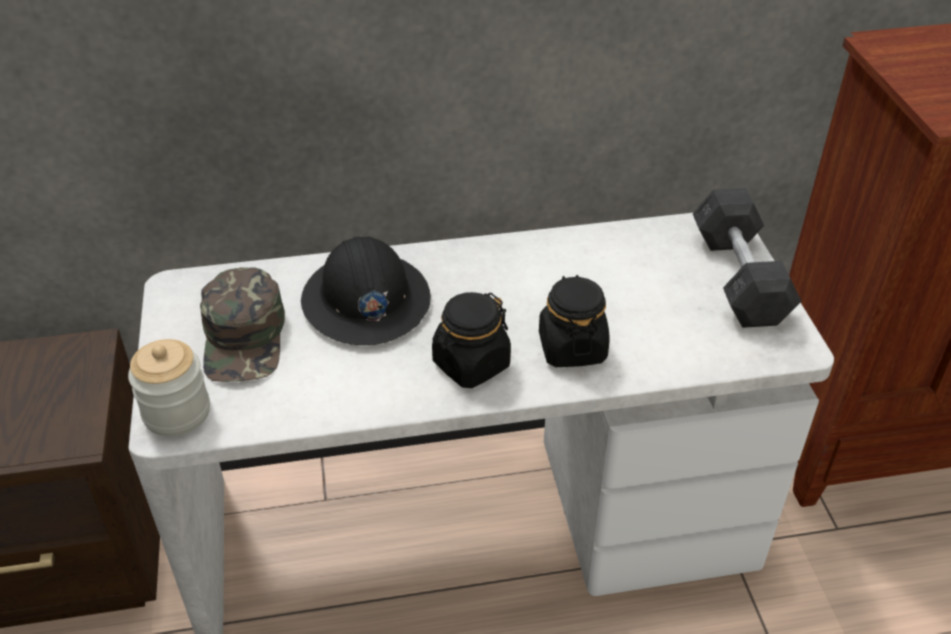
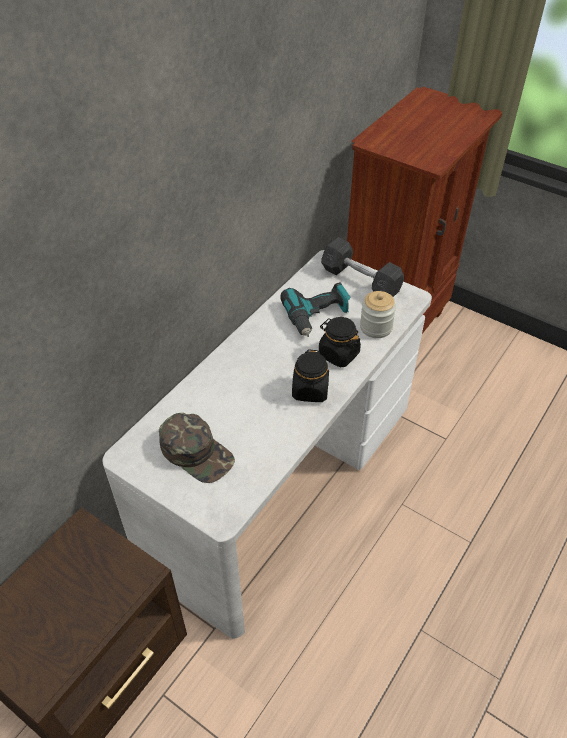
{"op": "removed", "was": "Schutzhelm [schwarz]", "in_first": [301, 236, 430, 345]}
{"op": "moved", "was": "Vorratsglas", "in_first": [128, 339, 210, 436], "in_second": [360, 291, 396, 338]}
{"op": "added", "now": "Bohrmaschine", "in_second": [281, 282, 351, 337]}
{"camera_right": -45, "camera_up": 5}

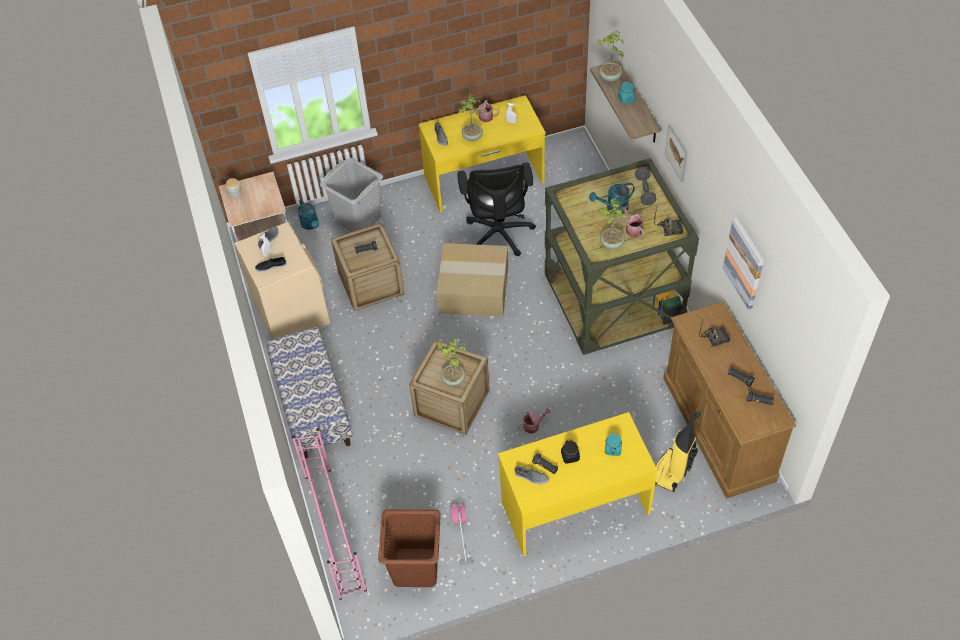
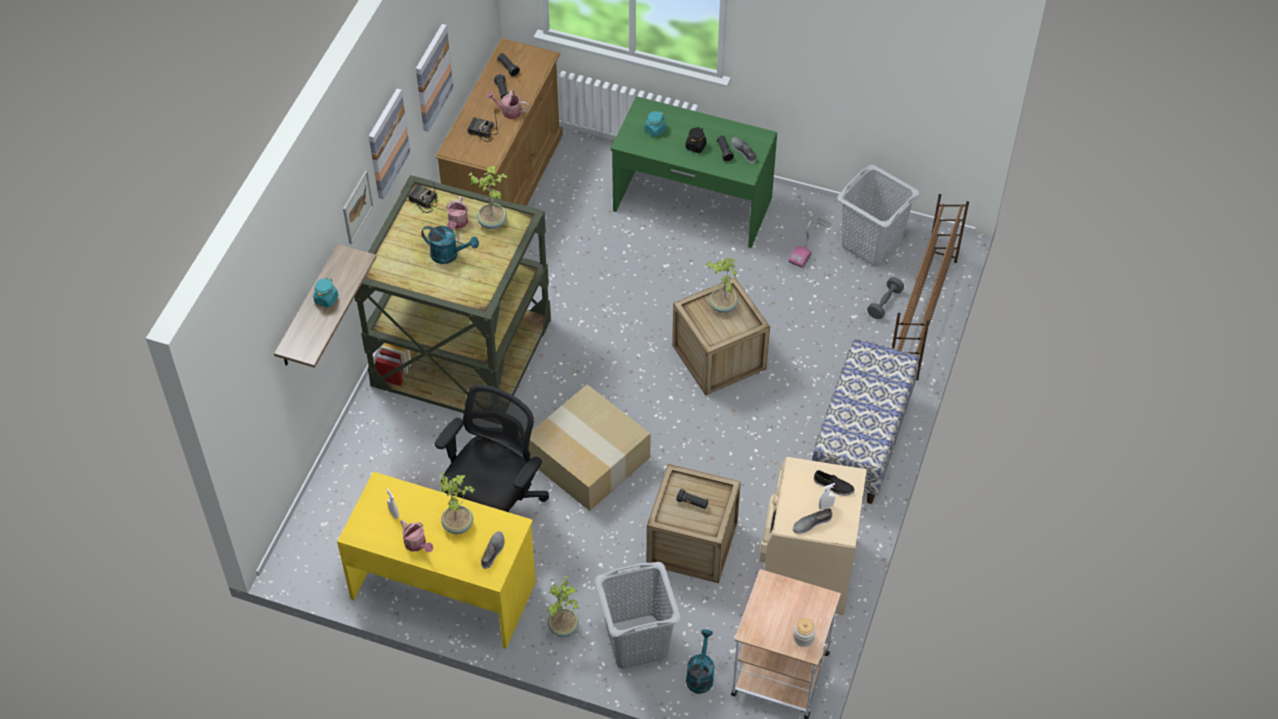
{"op": "moved", "was": "Topfpflanze", "in_first": [596, 30, 624, 82], "in_second": [547, 576, 579, 637]}
{"op": "moved", "was": "Hantel [grau]", "in_first": [635, 167, 656, 205], "in_second": [867, 277, 904, 319]}
{"op": "moved", "was": "Gießkanne", "in_first": [517, 408, 551, 434], "in_second": [486, 90, 529, 119]}
{"op": "recoloured", "was": "Schreibtisch [gelb]", "now": "Schreibtisch [grün]", "in_first": [498, 412, 657, 556], "in_second": [611, 96, 777, 248]}
{"op": "removed", "was": "Staubsauger", "in_first": [655, 412, 701, 492]}
{"op": "recoloured", "was": "Schuhregal [rosa]", "now": "Schuhregal [braun]", "in_first": [292, 428, 367, 600], "in_second": [892, 194, 969, 380]}
{"op": "recoloured", "was": "Wäschekorb [braun]", "now": "Wäschekorb [grau]", "in_first": [378, 509, 441, 587], "in_second": [837, 164, 920, 267]}
{"op": "added", "now": "Bild", "in_second": [369, 89, 410, 199]}
{"camera_right": -145, "camera_up": 0}

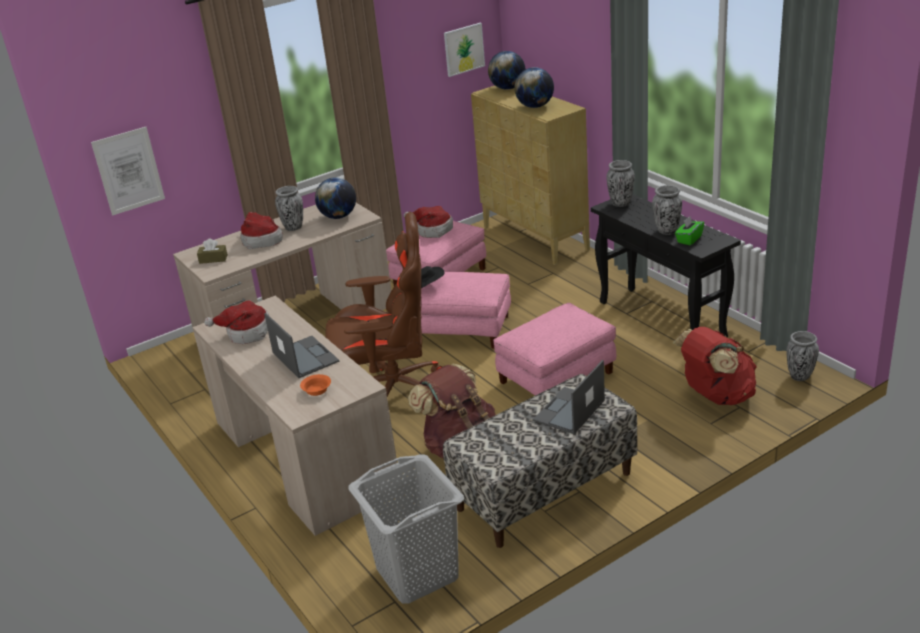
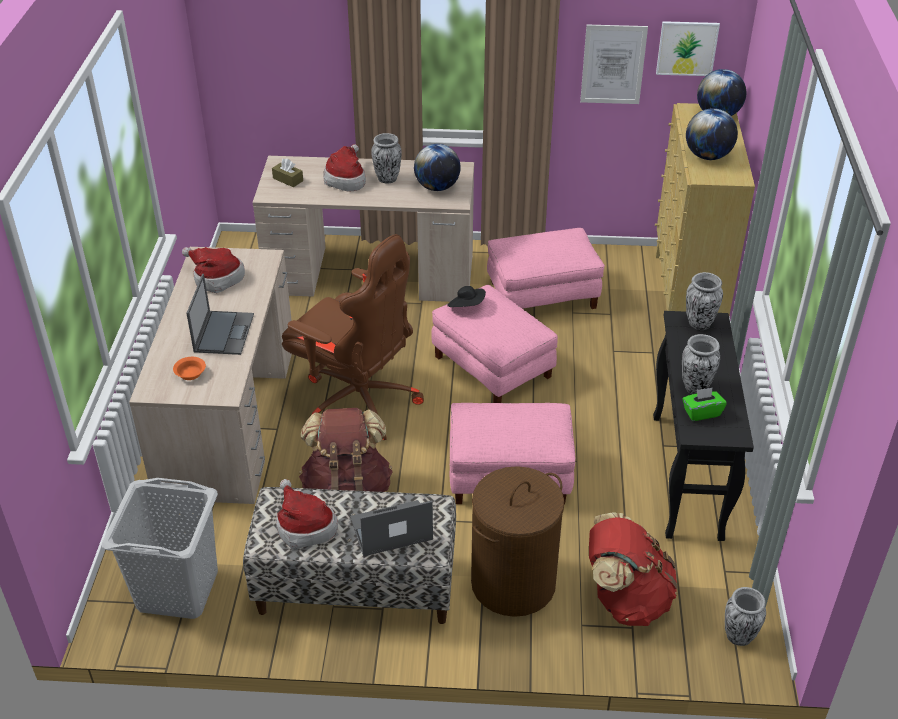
{"op": "moved", "was": "Bild", "in_first": [91, 127, 165, 216], "in_second": [580, 25, 648, 104]}
{"op": "moved", "was": "Hut", "in_first": [404, 206, 453, 238], "in_second": [277, 479, 338, 549]}
{"op": "added", "now": "Wäschekorb [braun]", "in_second": [471, 466, 565, 617]}
{"camera_right": 35, "camera_up": 10}

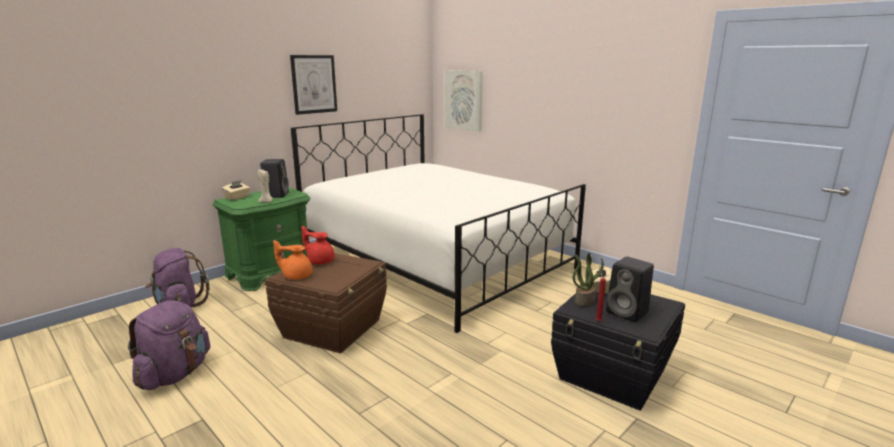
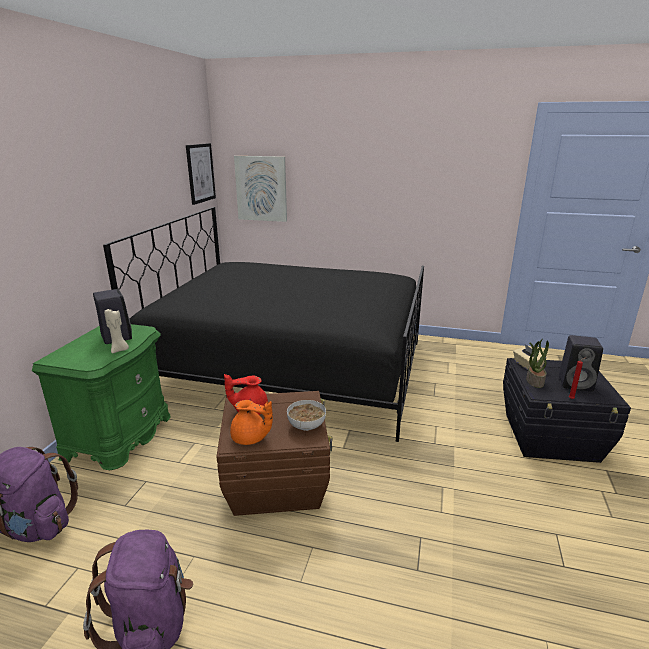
{"op": "moved", "was": "Bild", "in_first": [290, 55, 337, 115], "in_second": [186, 143, 216, 205]}
{"op": "recoloured", "was": "Bett [weiß]", "now": "Bett [schwarz]", "in_first": [291, 114, 586, 333], "in_second": [103, 207, 424, 442]}
{"op": "removed", "was": "Taschentuchbox [beige]", "in_first": [222, 180, 250, 200]}
{"op": "turned", "was": "Teekanne [orange]", "in_first": [273, 240, 312, 280], "in_second": [230, 400, 273, 445], "clockwise": -135}
{"op": "added", "now": "Schüssel", "in_second": [287, 400, 326, 431]}
{"camera_right": -30, "camera_up": 5}

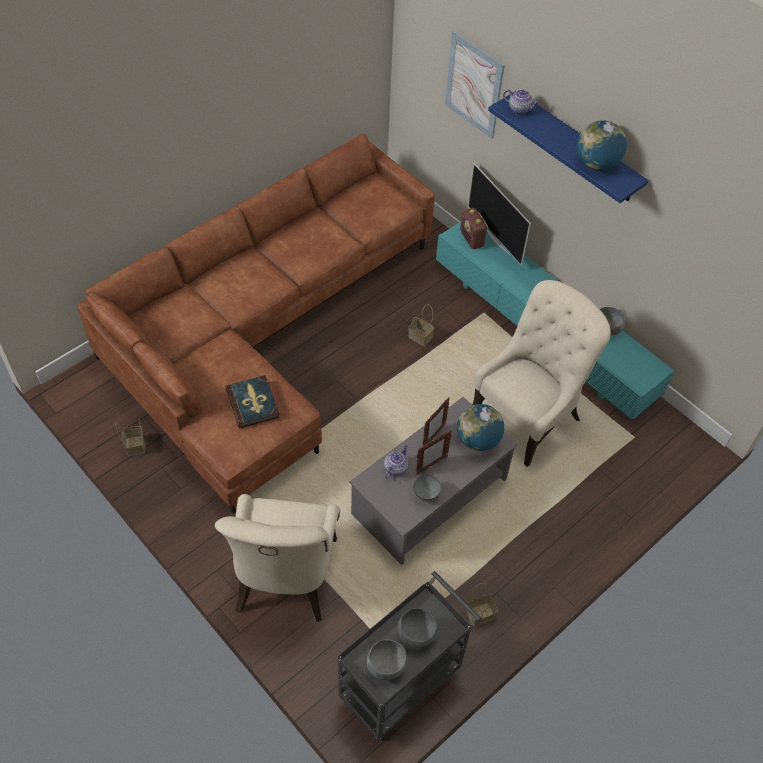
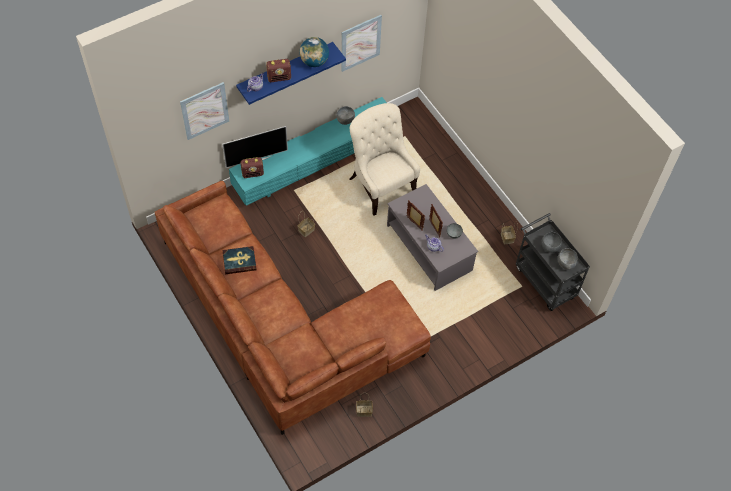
{"op": "moved", "was": "Buch", "in_first": [226, 375, 280, 428], "in_second": [222, 246, 257, 274]}
{"op": "removed", "was": "Globus", "in_first": [457, 404, 504, 451]}
{"op": "removed", "was": "Sessel [beige]", "in_first": [215, 494, 340, 622]}
{"op": "added", "now": "Bild", "in_second": [341, 15, 382, 72]}
{"op": "added", "now": "Radio", "in_second": [266, 59, 291, 82]}
{"camera_right": -80, "camera_up": 5}

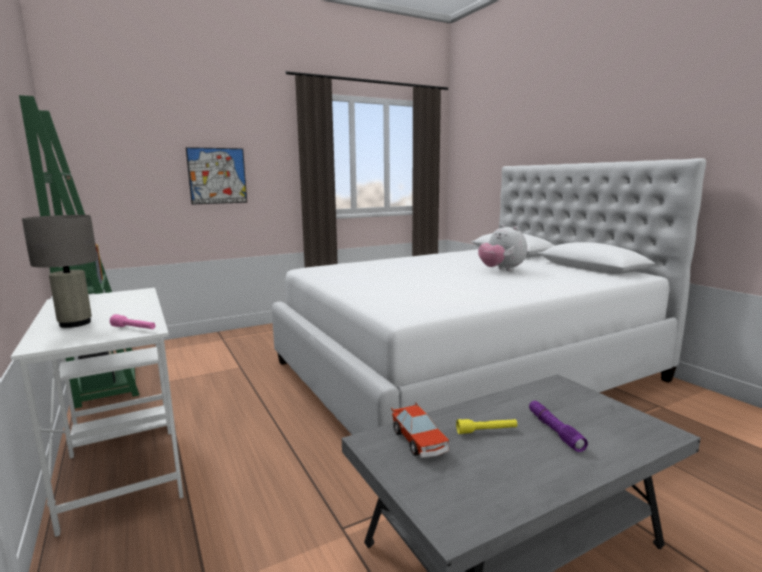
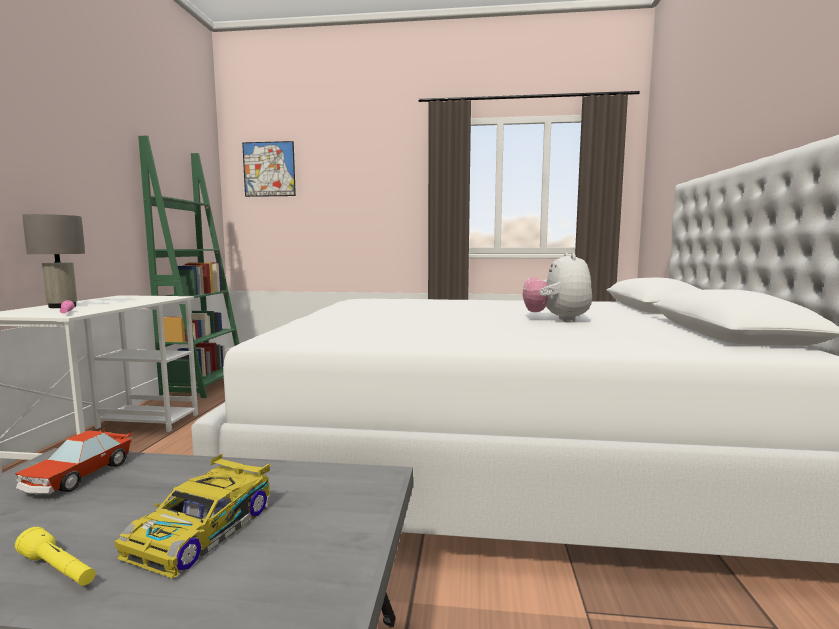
{"op": "moved", "was": "Bild", "in_first": [186, 147, 247, 204], "in_second": [242, 141, 296, 197]}
{"op": "replaced", "was": "Taschenlampe [lila]", "now": "Spielzeugauto", "in_first": [529, 401, 588, 452], "in_second": [114, 454, 271, 578]}
{"op": "moved", "was": "Taschenlampe [gelb]", "in_first": [456, 419, 517, 434], "in_second": [15, 527, 96, 586]}
{"camera_right": 35, "camera_up": -5}

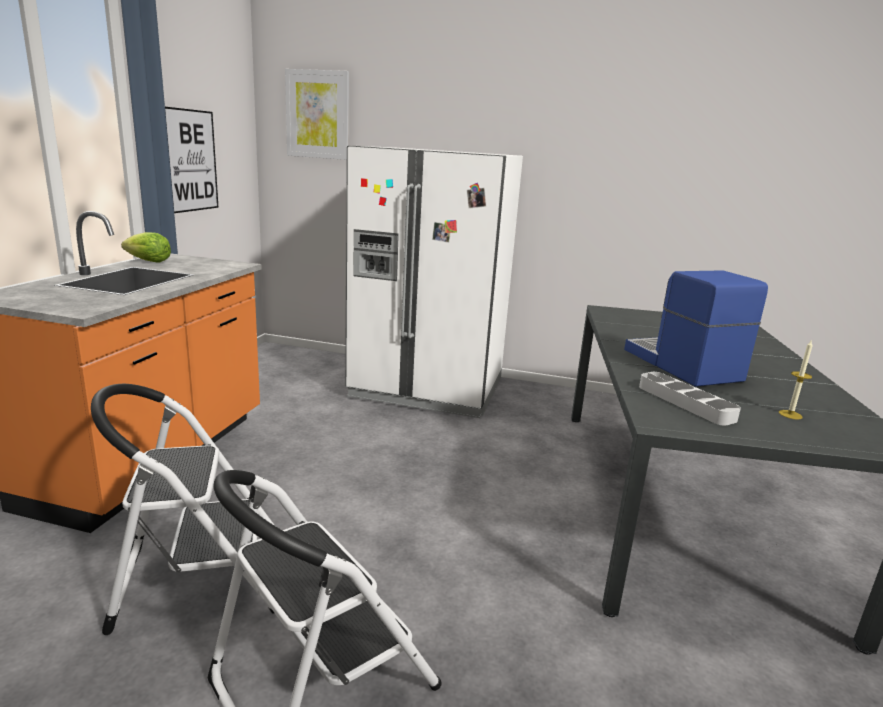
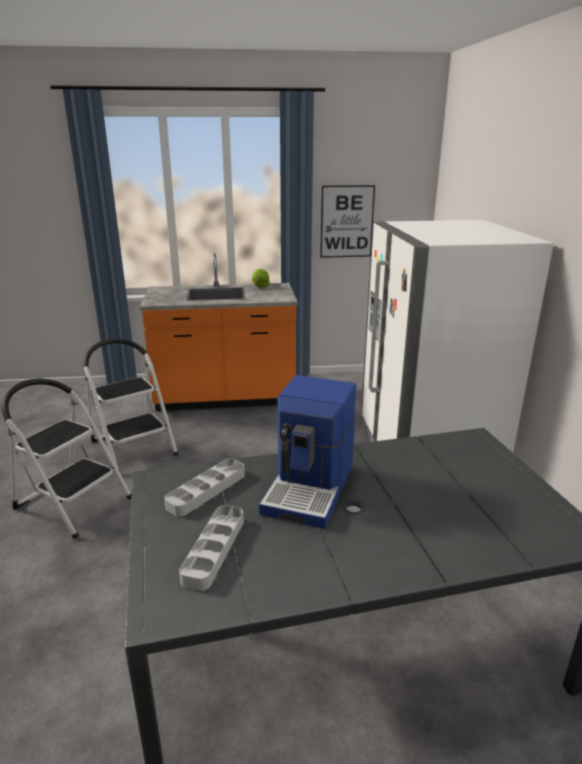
{"op": "removed", "was": "Bild", "in_first": [285, 69, 349, 160]}
{"op": "turned", "was": "Kaffeemaschine", "in_first": [624, 270, 768, 387], "in_second": [259, 375, 356, 529], "clockwise": 150}
{"op": "replaced", "was": "Kerze", "now": "Tablett [grau]", "in_first": [779, 339, 813, 420], "in_second": [179, 505, 244, 591]}
{"camera_right": 70, "camera_up": 5}

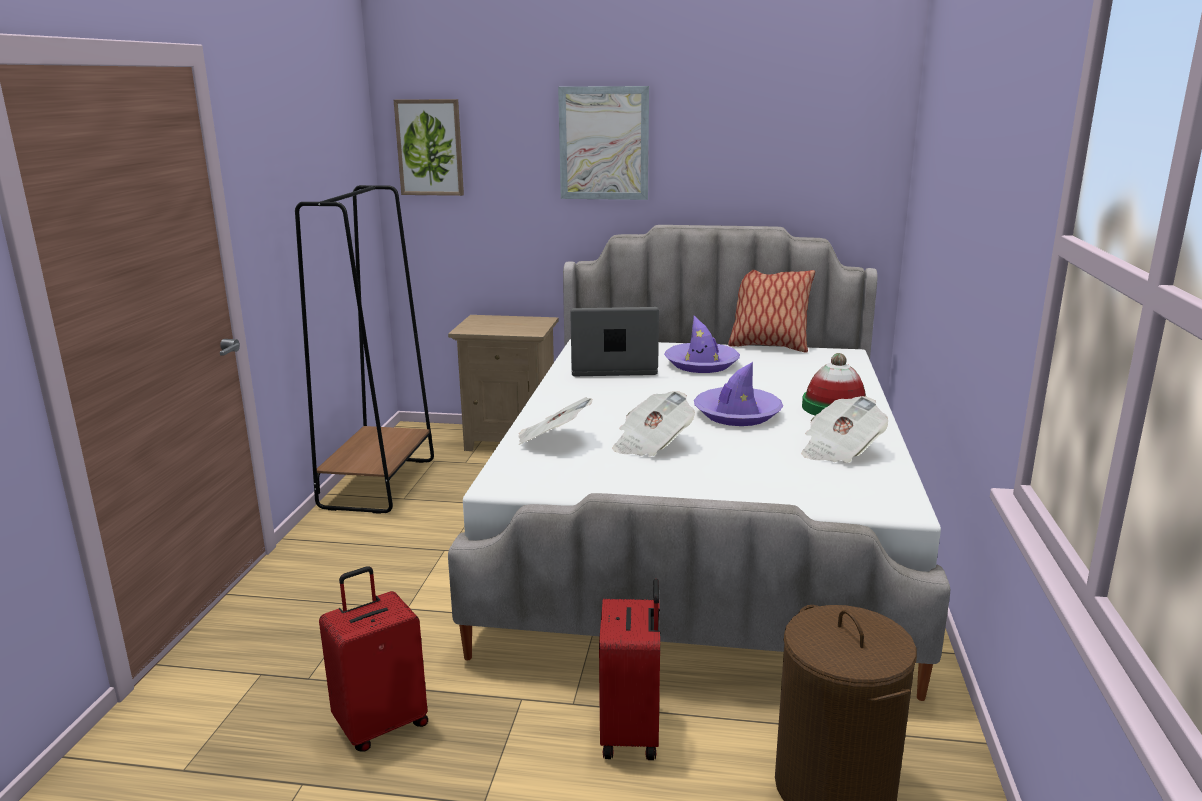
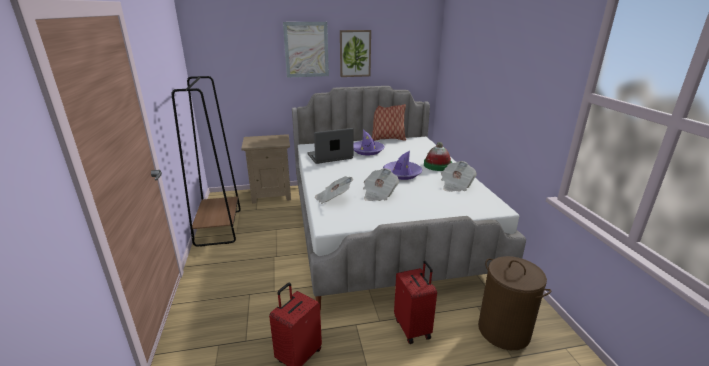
{"op": "moved", "was": "Bild", "in_first": [394, 99, 464, 196], "in_second": [340, 30, 371, 77]}
{"camera_right": -20, "camera_up": 5}

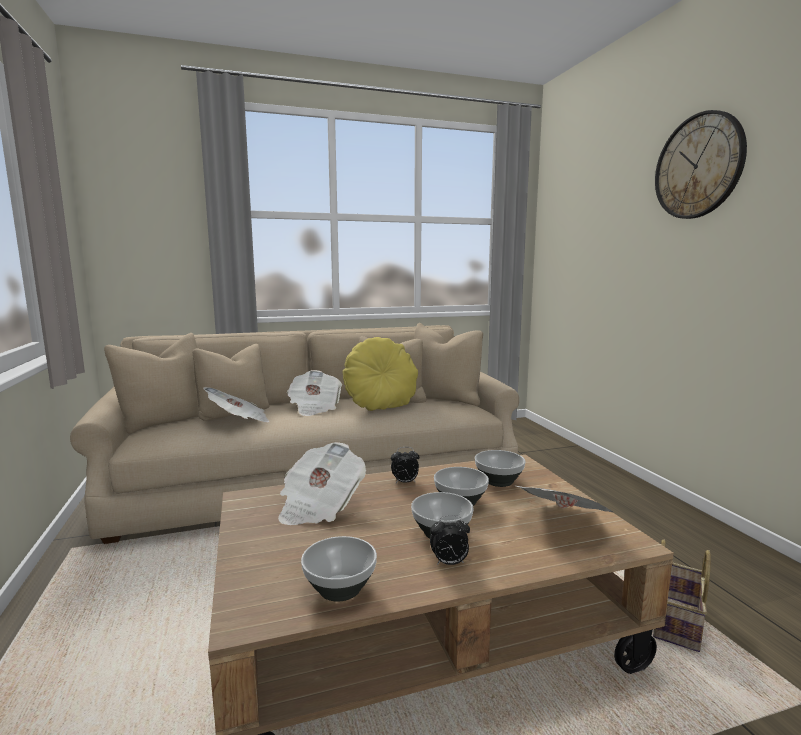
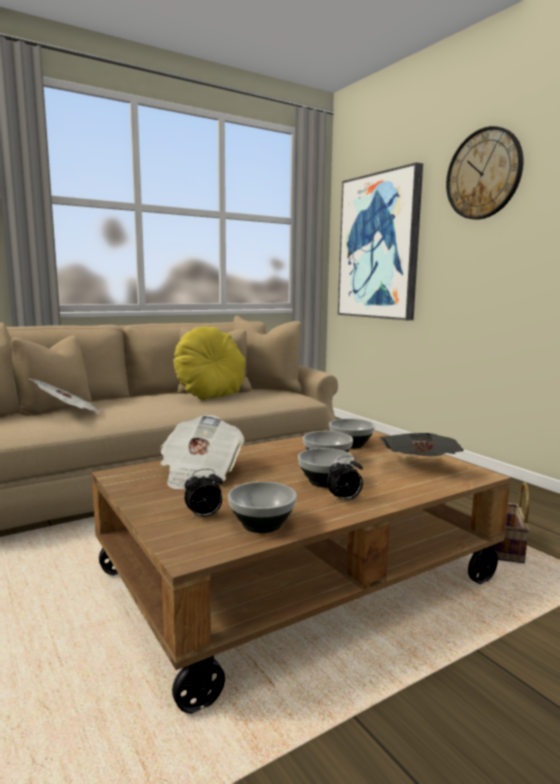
{"op": "removed", "was": "Zeitung", "in_first": [287, 370, 342, 416]}
{"op": "moved", "was": "Wecker", "in_first": [391, 447, 419, 483], "in_second": [184, 469, 223, 519]}
{"op": "added", "now": "Bild", "in_second": [338, 162, 423, 320]}
{"camera_right": -15, "camera_up": 0}

